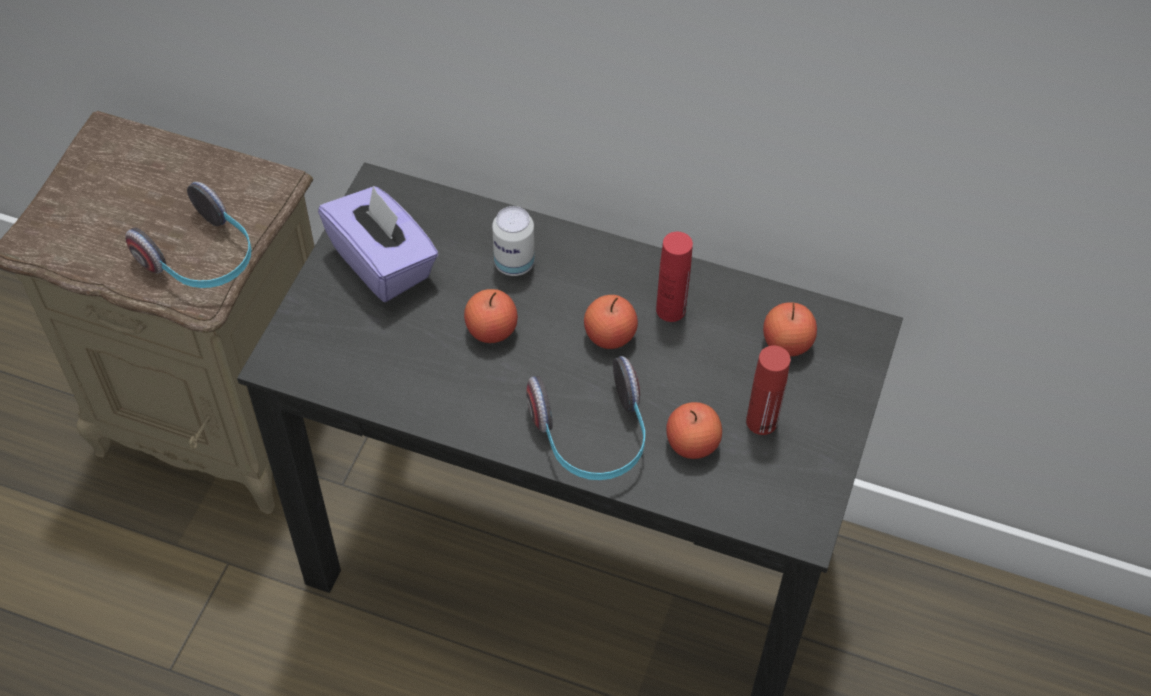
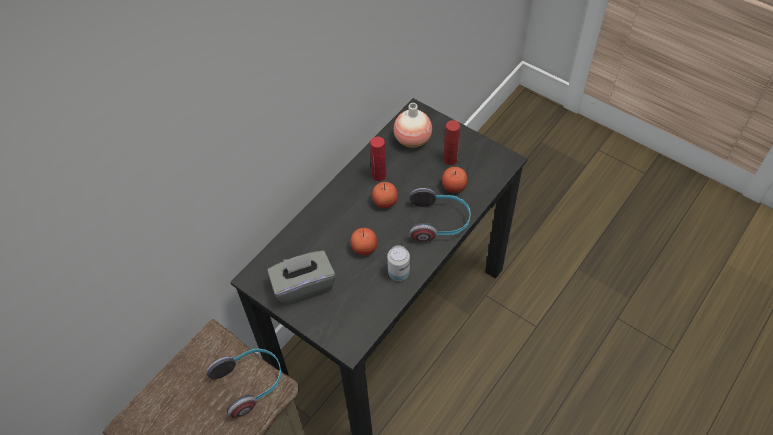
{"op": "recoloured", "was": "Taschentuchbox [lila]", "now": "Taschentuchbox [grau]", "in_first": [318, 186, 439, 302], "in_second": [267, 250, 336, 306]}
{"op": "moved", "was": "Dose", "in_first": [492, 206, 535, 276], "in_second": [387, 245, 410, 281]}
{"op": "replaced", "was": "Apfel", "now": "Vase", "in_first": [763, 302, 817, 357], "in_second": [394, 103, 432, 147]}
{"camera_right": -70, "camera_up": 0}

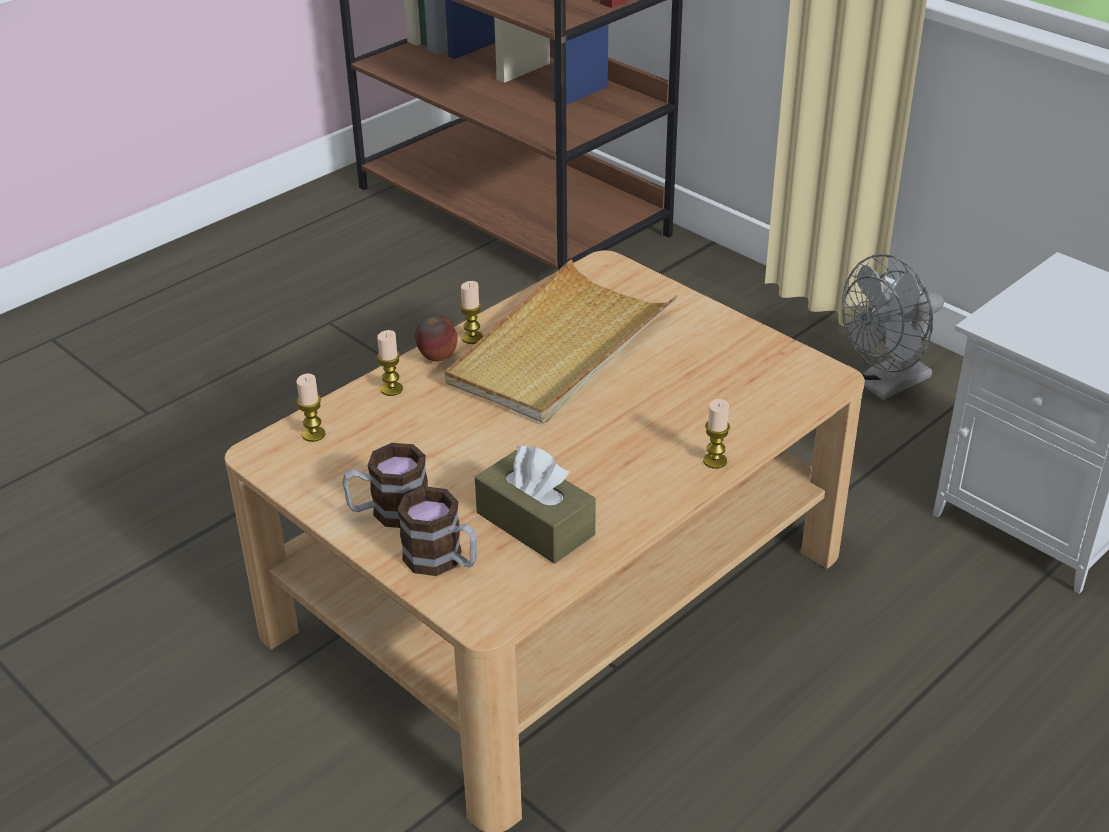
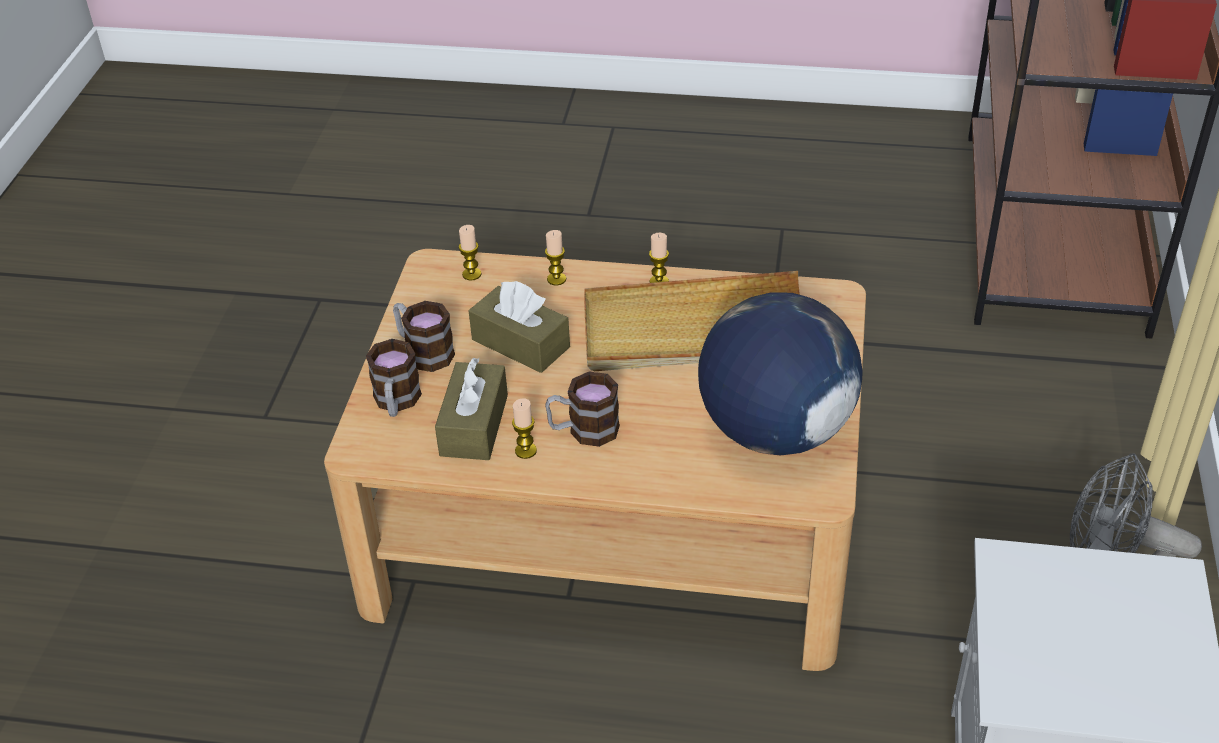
{"op": "removed", "was": "Apfel", "in_first": [415, 314, 458, 362]}
{"op": "moved", "was": "Kerze", "in_first": [703, 399, 730, 469], "in_second": [512, 398, 537, 459]}
{"op": "added", "now": "Taschentuchbox [braun]", "in_second": [468, 281, 570, 373]}
{"op": "added", "now": "Globus", "in_second": [698, 292, 862, 455]}
{"op": "added", "now": "Henkelbecher", "in_second": [545, 372, 620, 447]}
{"camera_right": 55, "camera_up": 5}

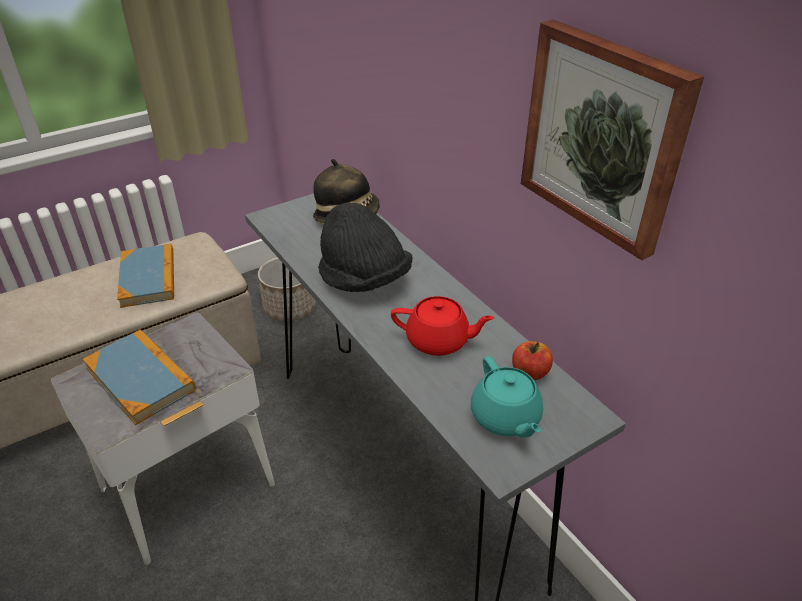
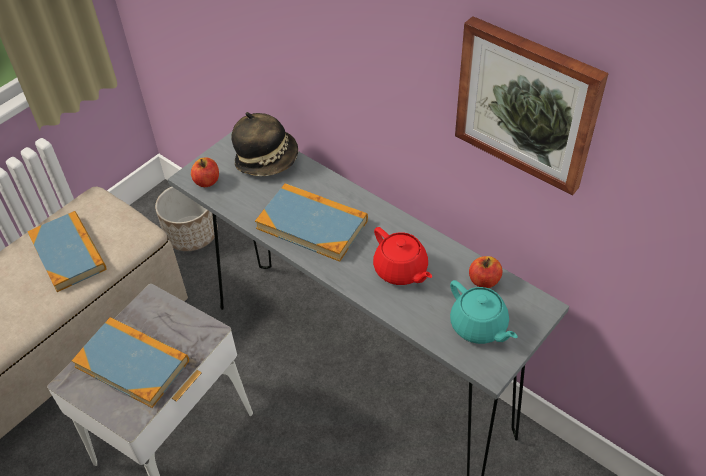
{"op": "replaced", "was": "Hut [schwarz]", "now": "Buch", "in_first": [318, 203, 412, 292], "in_second": [255, 183, 368, 262]}
{"op": "turned", "was": "Teekanne [rot]", "in_first": [391, 296, 495, 356], "in_second": [373, 227, 432, 285], "clockwise": 60}
{"op": "added", "now": "Apfel", "in_second": [191, 157, 219, 187]}
{"camera_right": -15, "camera_up": 10}

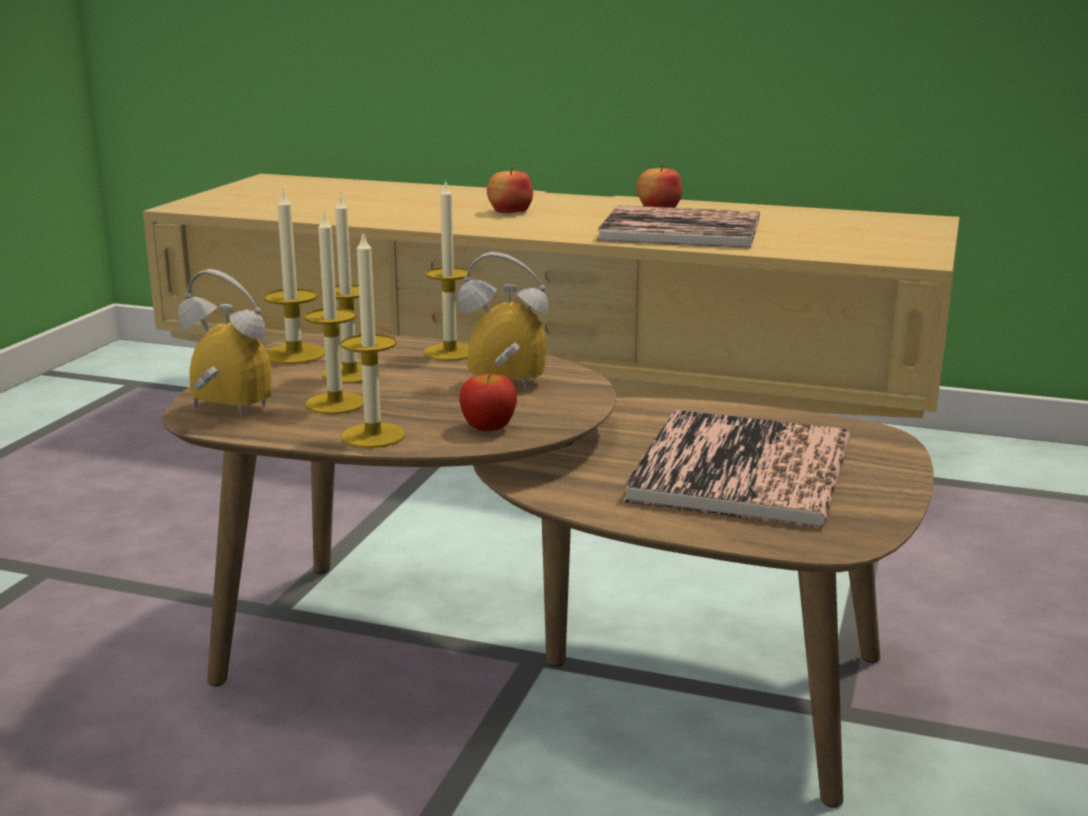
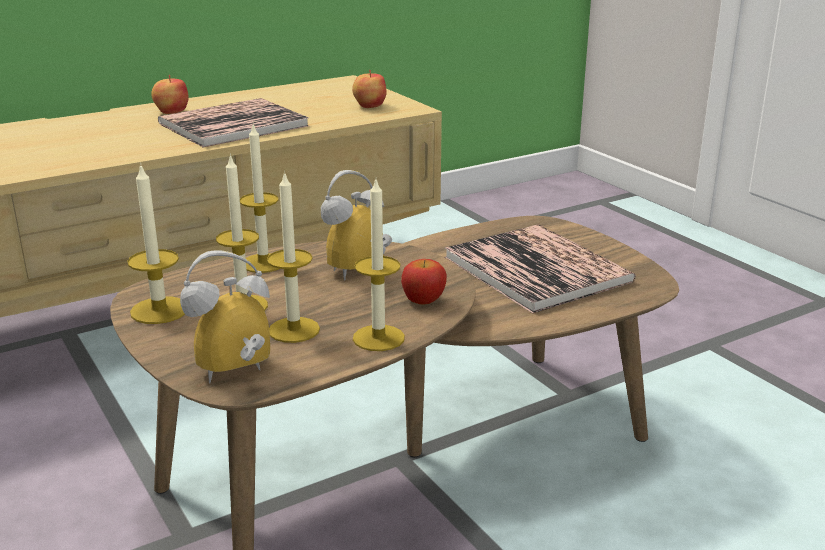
{"op": "moved", "was": "Apfel", "in_first": [487, 166, 533, 213], "in_second": [352, 70, 387, 108]}
{"camera_right": -50, "camera_up": 5}

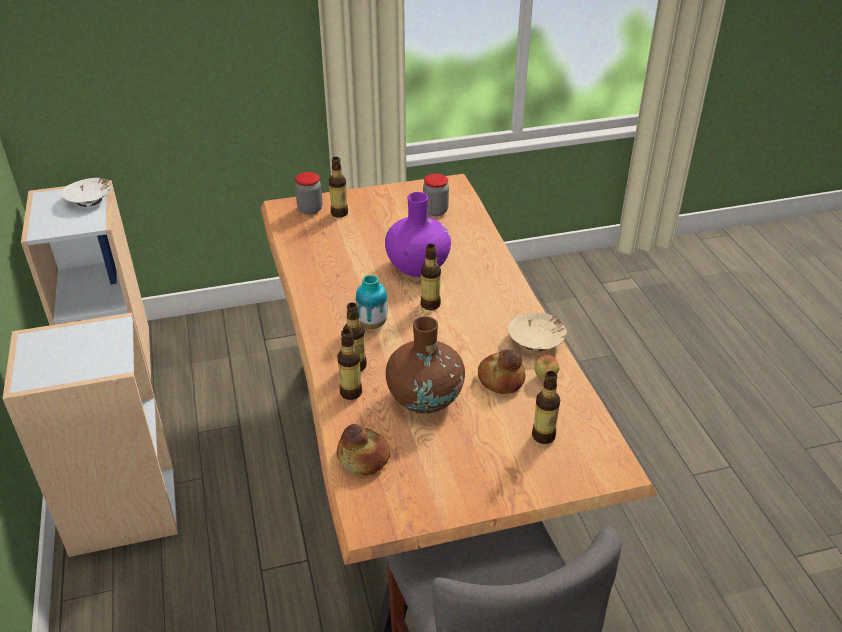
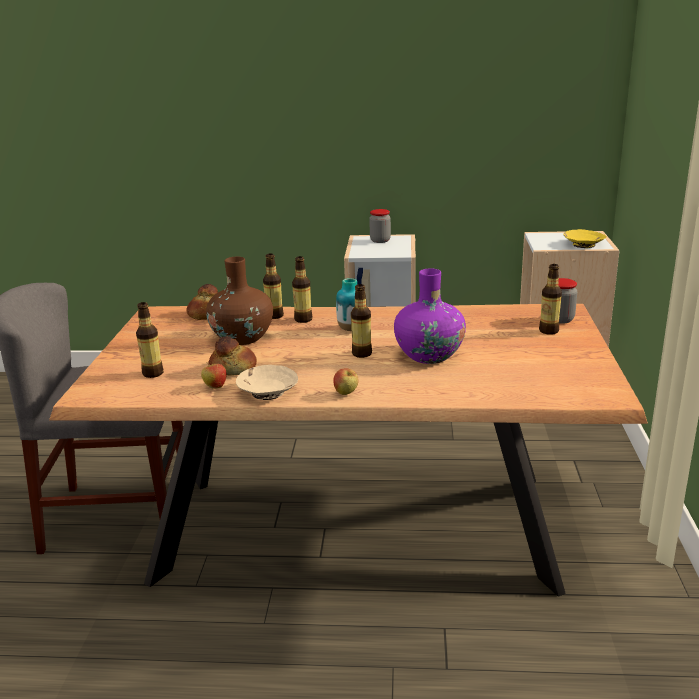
{"op": "moved", "was": "Vorratsglas", "in_first": [423, 174, 449, 216], "in_second": [369, 209, 391, 243]}
{"op": "recoloured", "was": "Schüssel [weiß]", "now": "Schüssel [gelb]", "in_first": [61, 178, 111, 207], "in_second": [564, 229, 606, 248]}
{"op": "added", "now": "Apfel", "in_second": [333, 368, 359, 395]}
{"camera_right": 110, "camera_up": -15}

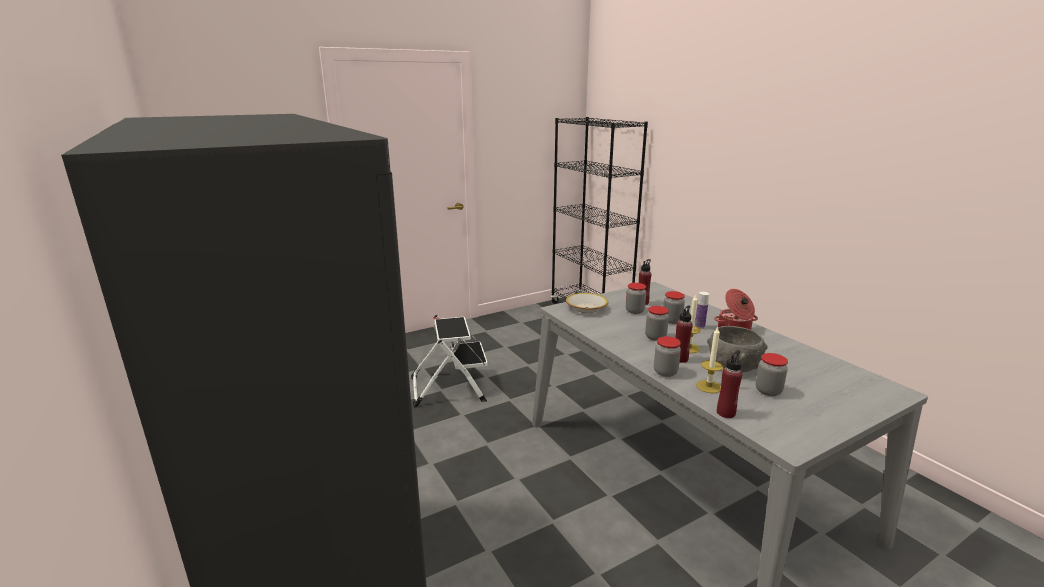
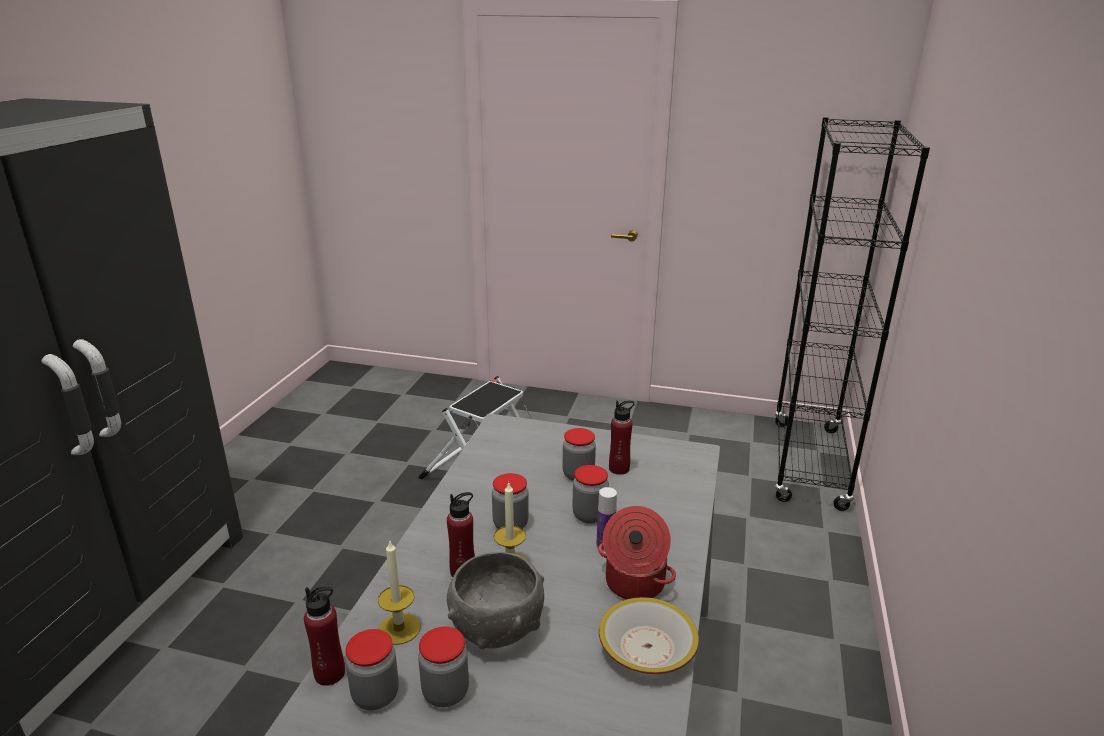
{"op": "moved", "was": "Schüssel", "in_first": [566, 293, 608, 313], "in_second": [599, 597, 699, 674]}
{"op": "moved", "was": "Vorratsglas", "in_first": [654, 336, 681, 377], "in_second": [345, 629, 399, 710]}
{"camera_right": 45, "camera_up": 5}

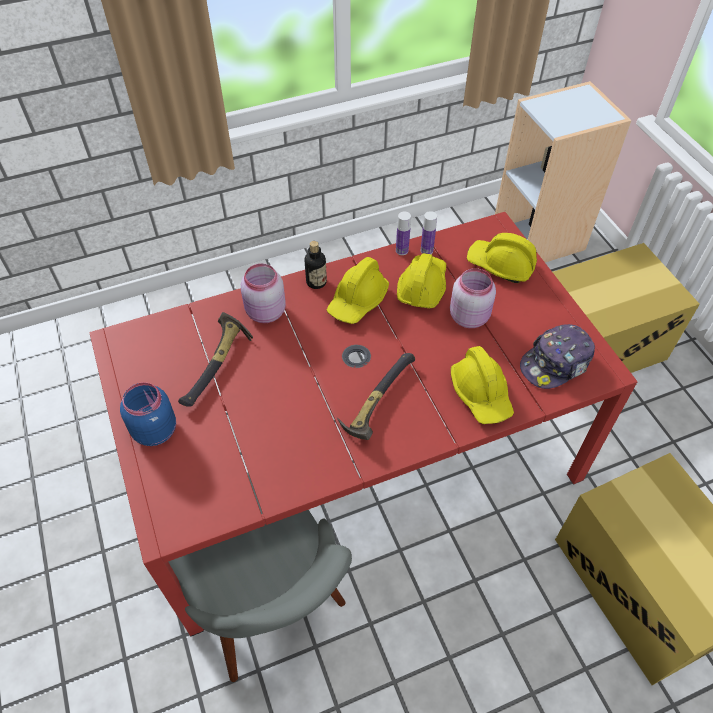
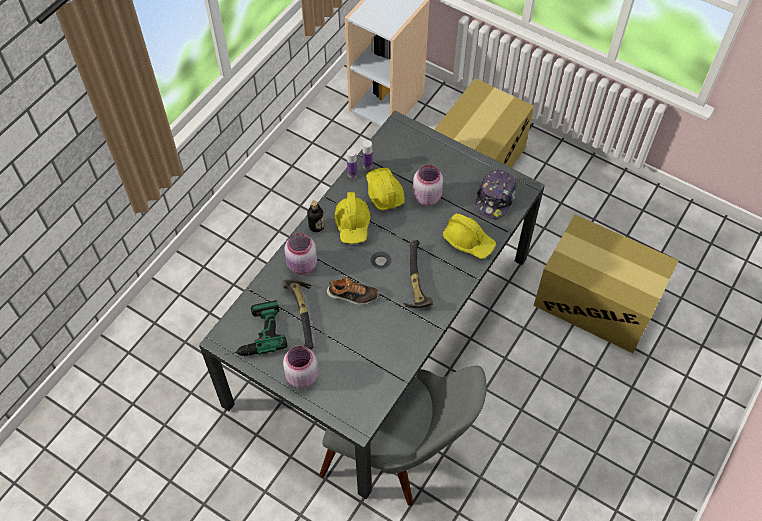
{"op": "recoloured", "was": "Esstisch [rot]", "now": "Esstisch [grau]", "in_first": [90, 212, 637, 637], "in_second": [199, 111, 545, 499]}
{"op": "removed", "was": "Schutzhelm [gelb]", "in_first": [467, 233, 537, 283]}
{"op": "recoloured", "was": "Vorratsglas [blau]", "now": "Vorratsglas [rosa]", "in_first": [120, 382, 176, 446], "in_second": [283, 346, 318, 388]}
{"op": "added", "now": "Schuh", "in_second": [327, 278, 379, 305]}
{"op": "added", "now": "Bohrmaschine", "in_second": [225, 300, 287, 356]}
{"camera_right": -35, "camera_up": 5}

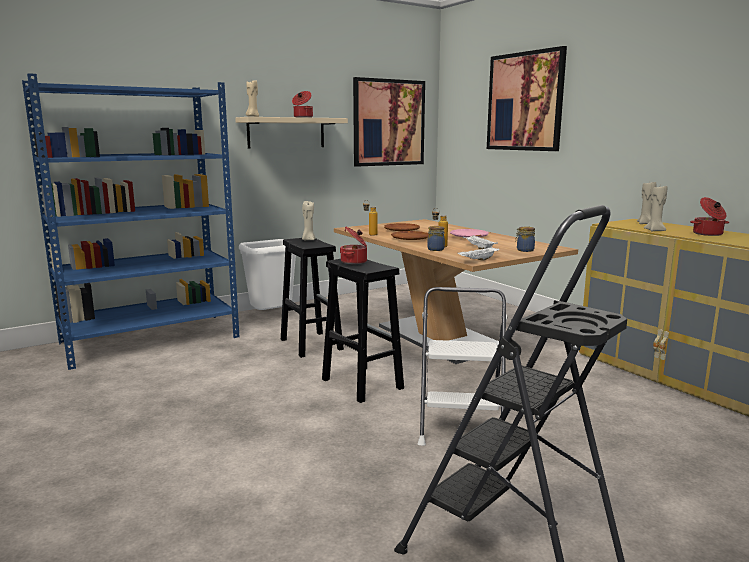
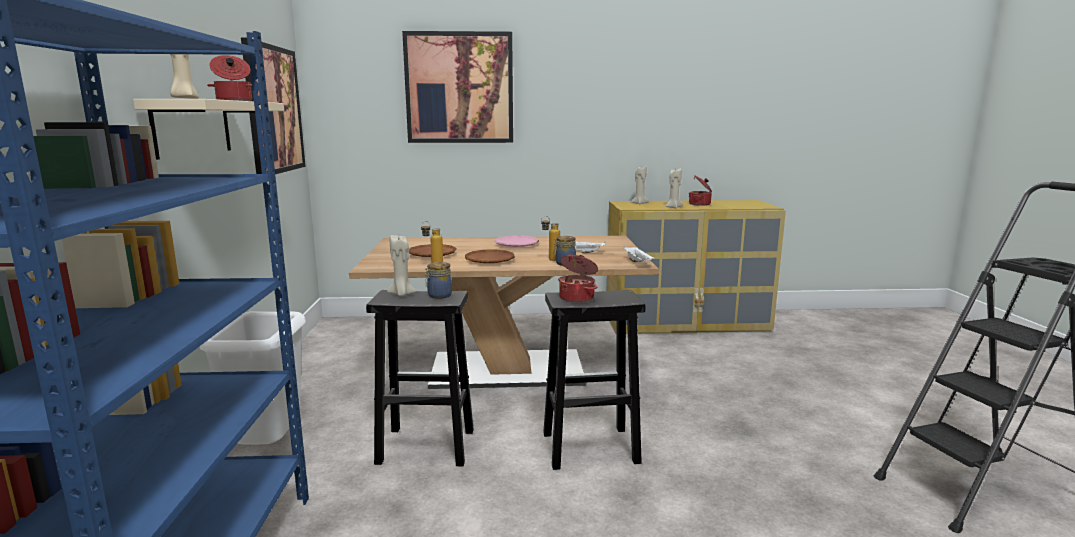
{"op": "moved", "was": "Vorratsglas", "in_first": [515, 226, 535, 252], "in_second": [425, 262, 452, 299]}
{"op": "removed", "was": "Trittleiter [weiß]", "in_first": [418, 287, 507, 446]}
{"camera_right": -60, "camera_up": 0}

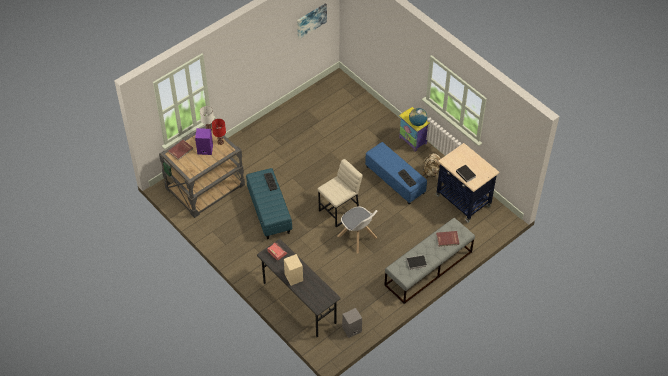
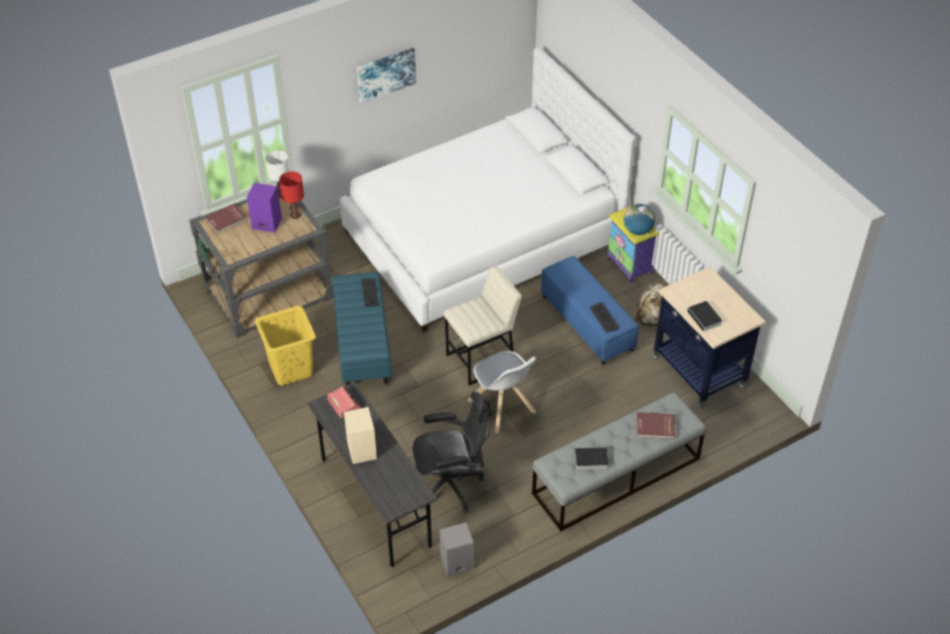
{"op": "moved", "was": "Bild", "in_first": [297, 3, 327, 39], "in_second": [357, 48, 416, 103]}
{"op": "added", "now": "Bett [weiß]", "in_second": [340, 47, 636, 332]}
{"op": "added", "now": "Wäschekorb [gelb]", "in_second": [255, 306, 316, 386]}
{"op": "added", "now": "Bürostuhl", "in_second": [413, 391, 492, 513]}
{"camera_right": 10, "camera_up": -5}

